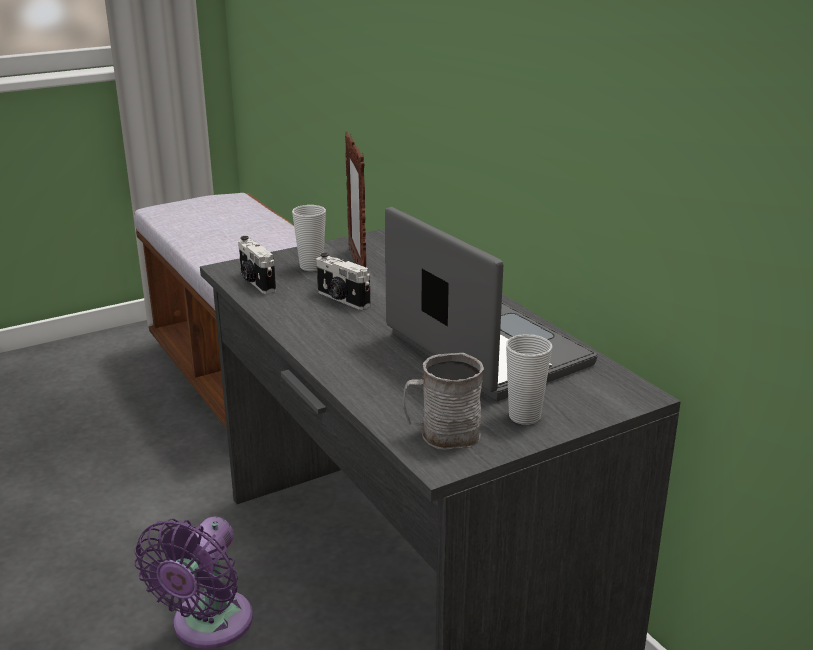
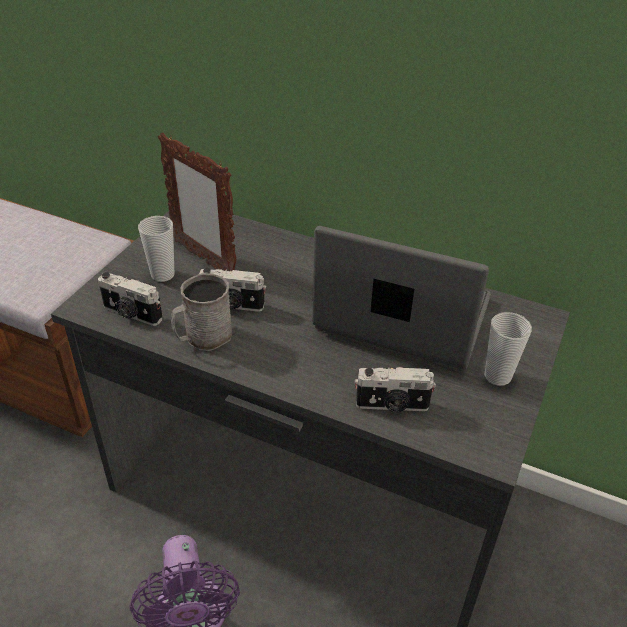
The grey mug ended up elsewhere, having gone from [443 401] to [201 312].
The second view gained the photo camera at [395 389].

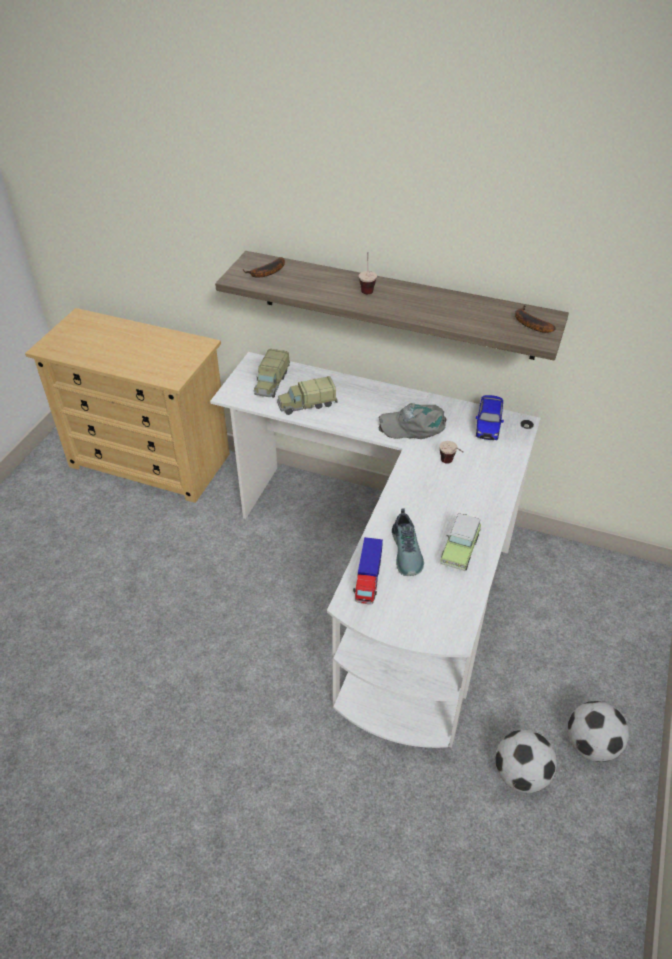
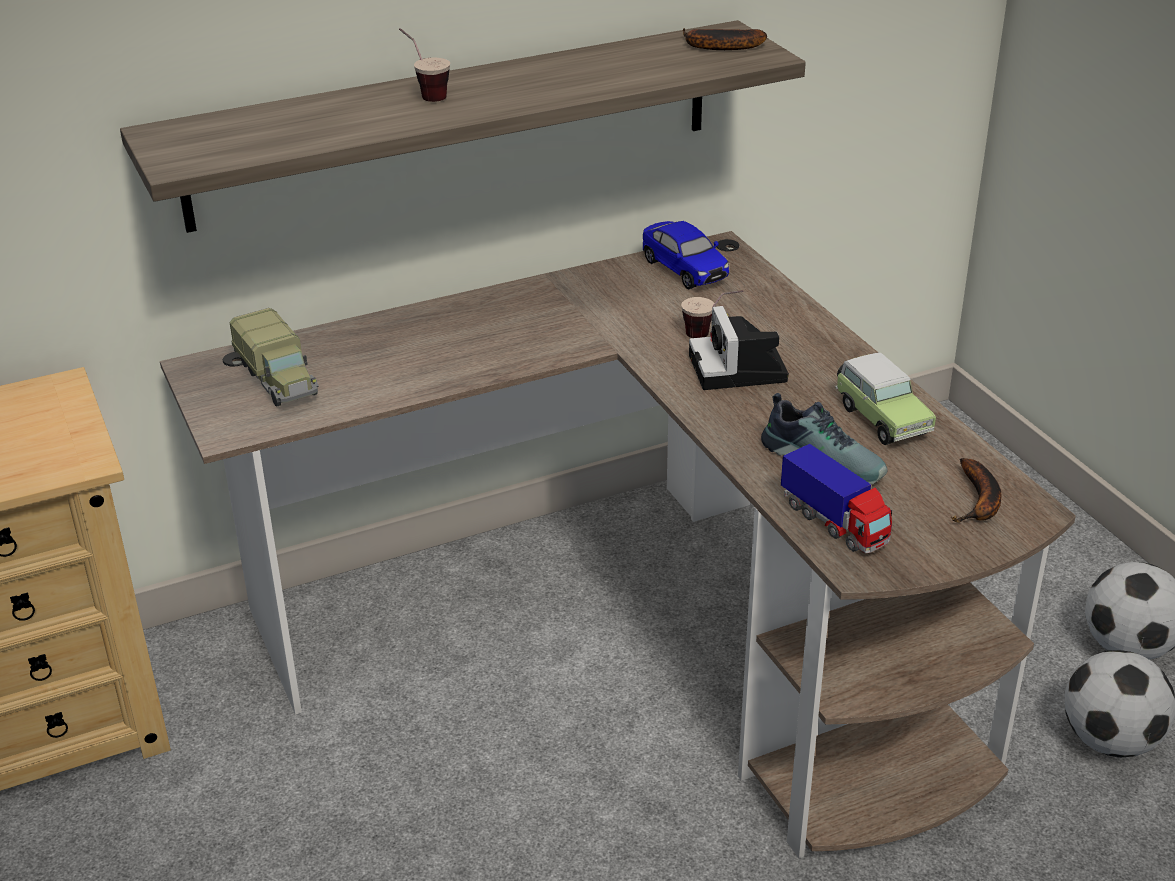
What was the white desk at [375 550] turned into the brown desk at [618 545].
The second view gained the photo camera at [739 348].
The banana ended up elsewhere, having gone from [264 267] to [976 490].
The second view lost the toy truck at [307 395].
The second view lost the grey cap at [412 421].

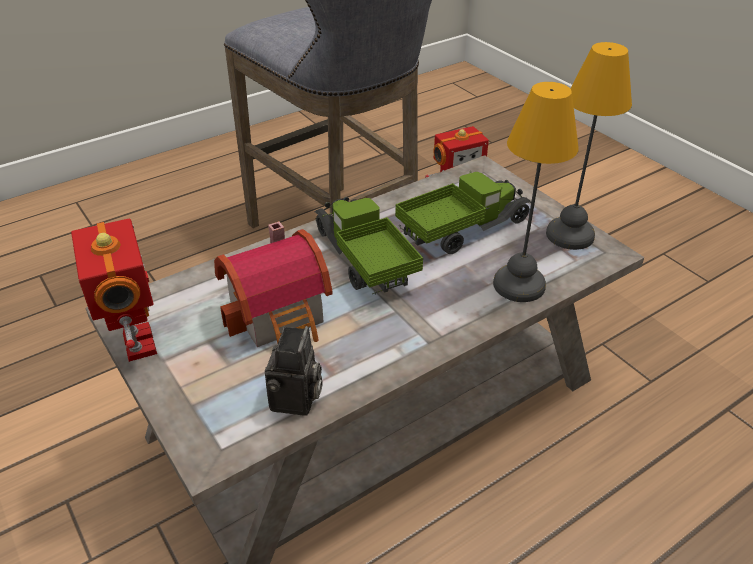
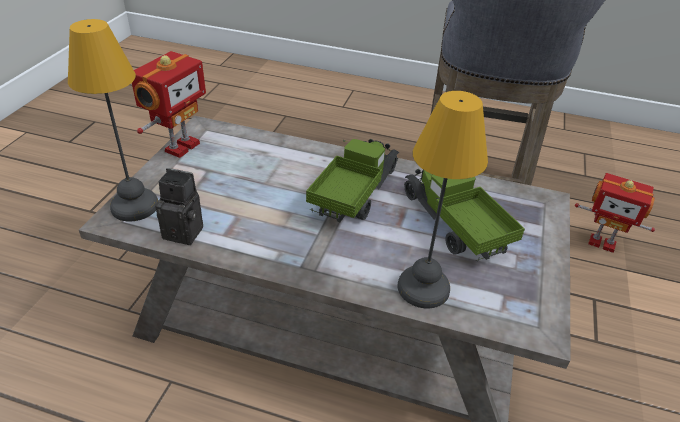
The table lamp ended up elsewhere, having gone from [589 146] to [113 120].
The photo camera at [294 371] ended up facing another way, 135 degrees counterclockwise from before.
The toy truck at [463 212] ended up facing another way, 135 degrees counterclockwise from before.
The second view lost the toy house at [273 284].

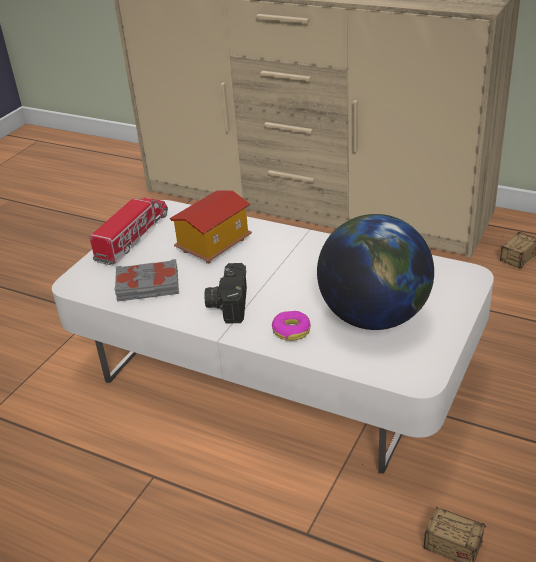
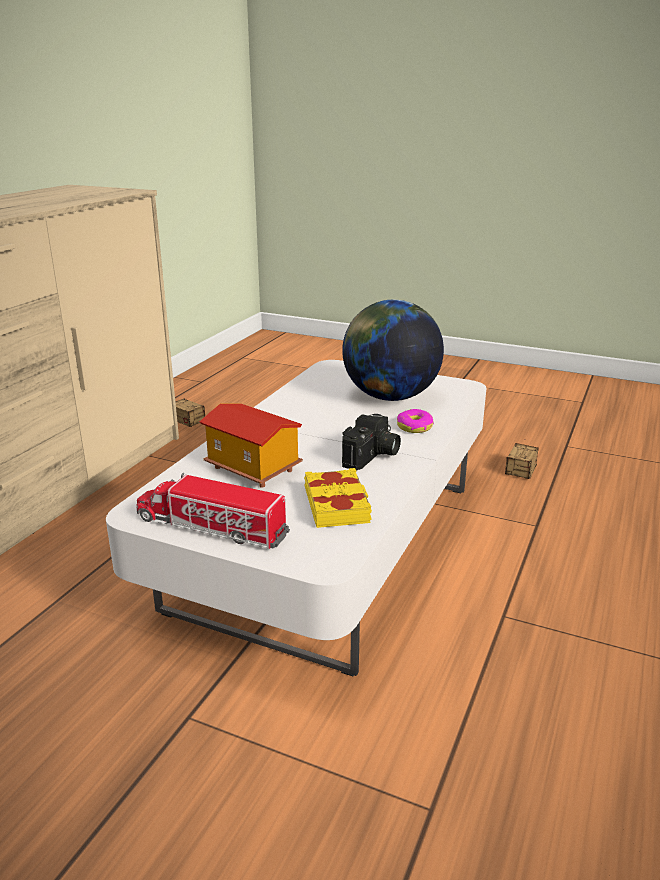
What was the grey book at [147 280] turned into the yellow book at [338 498].
The photo camera at [226 293] ended up facing another way, 60 degrees counterclockwise from before.

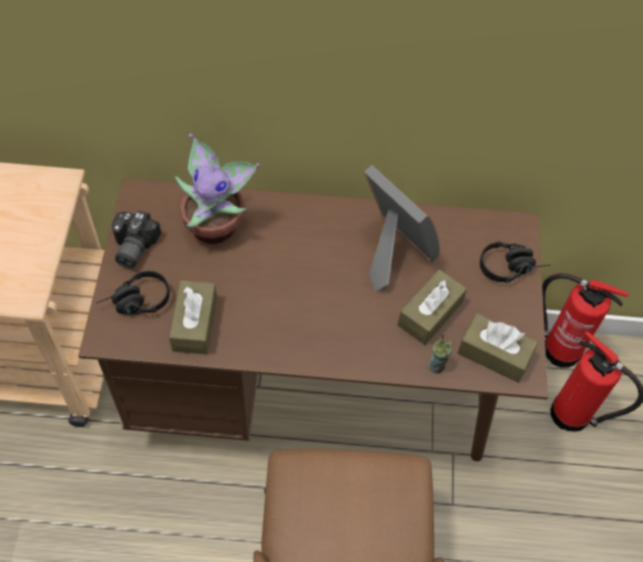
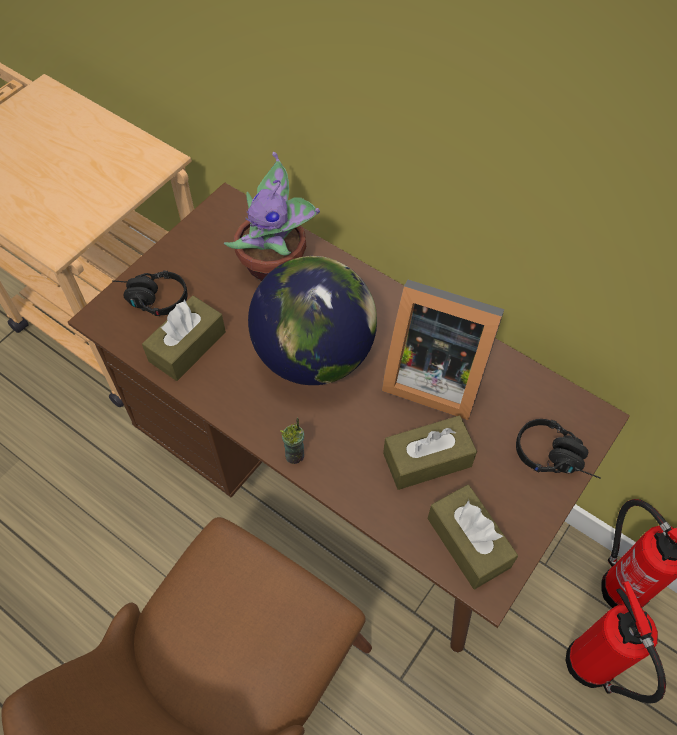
The second view gained the globe at [312 320].
The cup ended up elsewhere, having gone from [440 353] to [292 440].
The picture frame at [402 228] ended up facing another way, 120 degrees clockwise from before.
The second view lost the photo camera at [136 240].

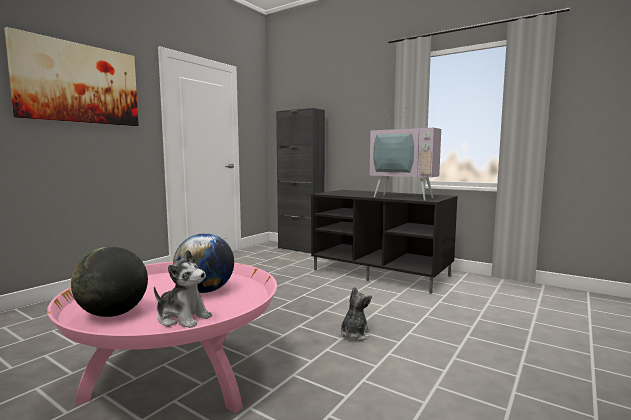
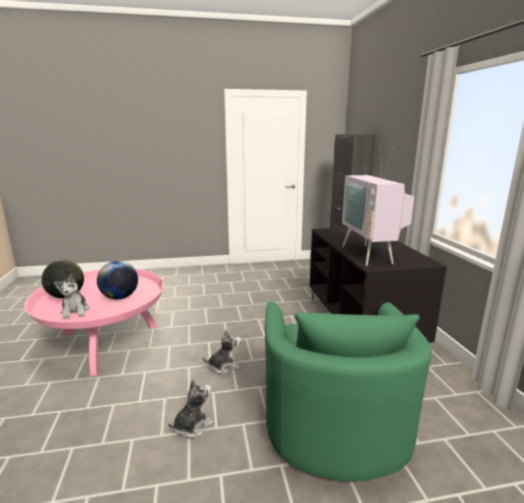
The second view gained the plush toy at [191 409].
The second view gained the green armchair at [348 391].
The second view lost the picture at [71 76].

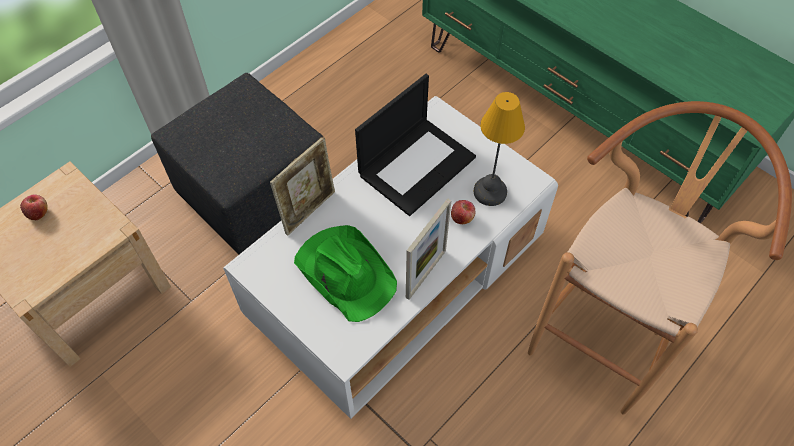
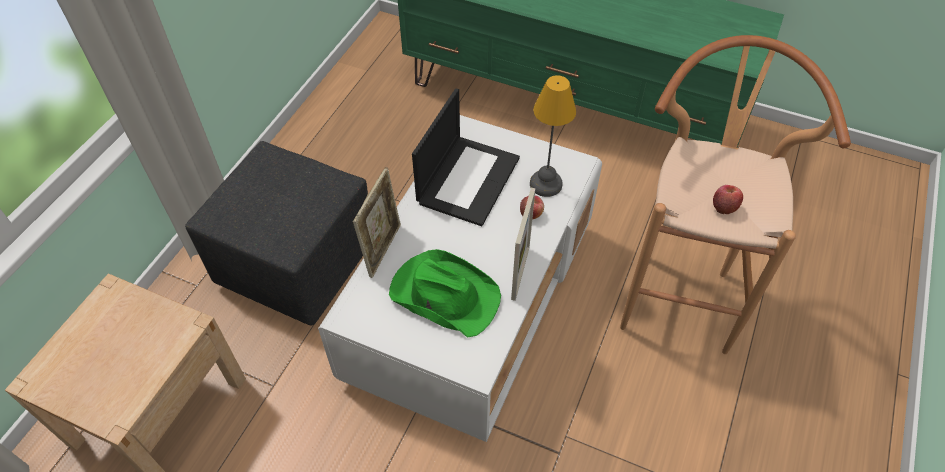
The apple ended up elsewhere, having gone from [34 207] to [728 199].

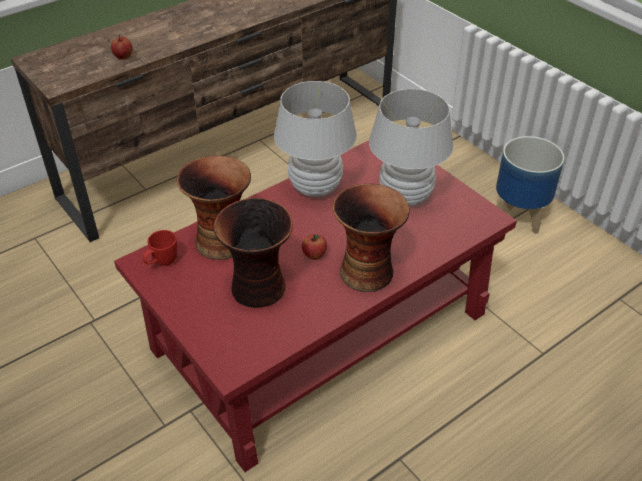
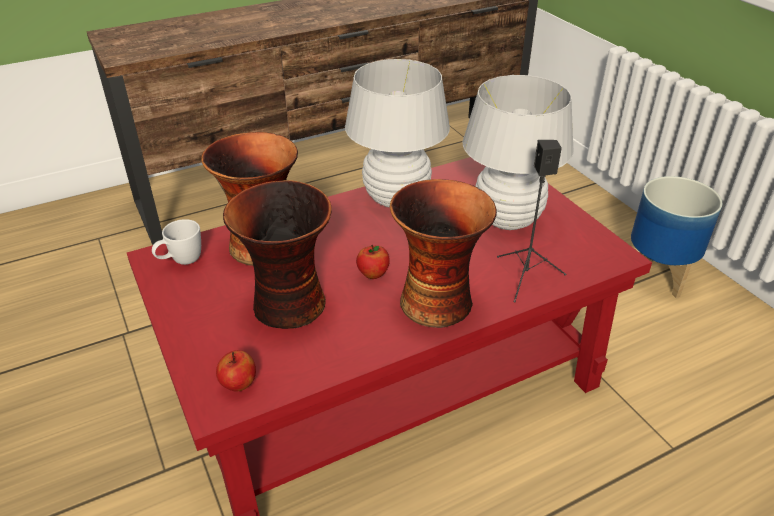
What was the red mug at [159 248] turned into the white mug at [176 242].
The apple ended up elsewhere, having gone from [121 47] to [236 371].
The second view gained the black speaker at [531 221].

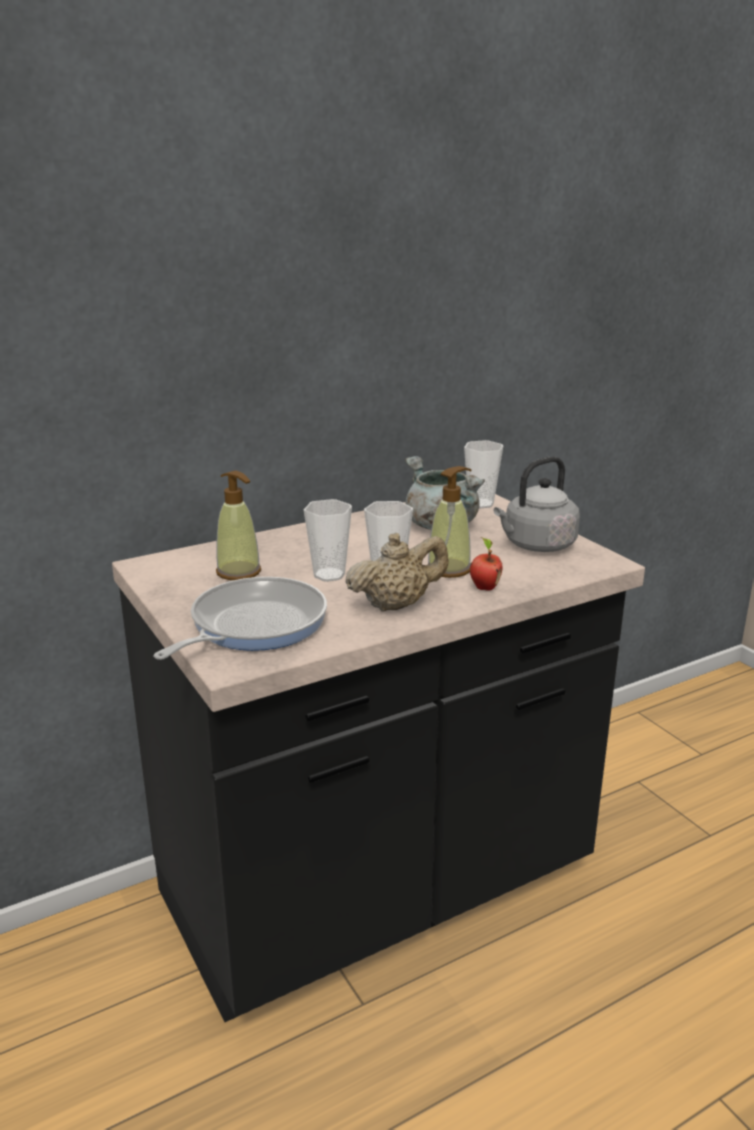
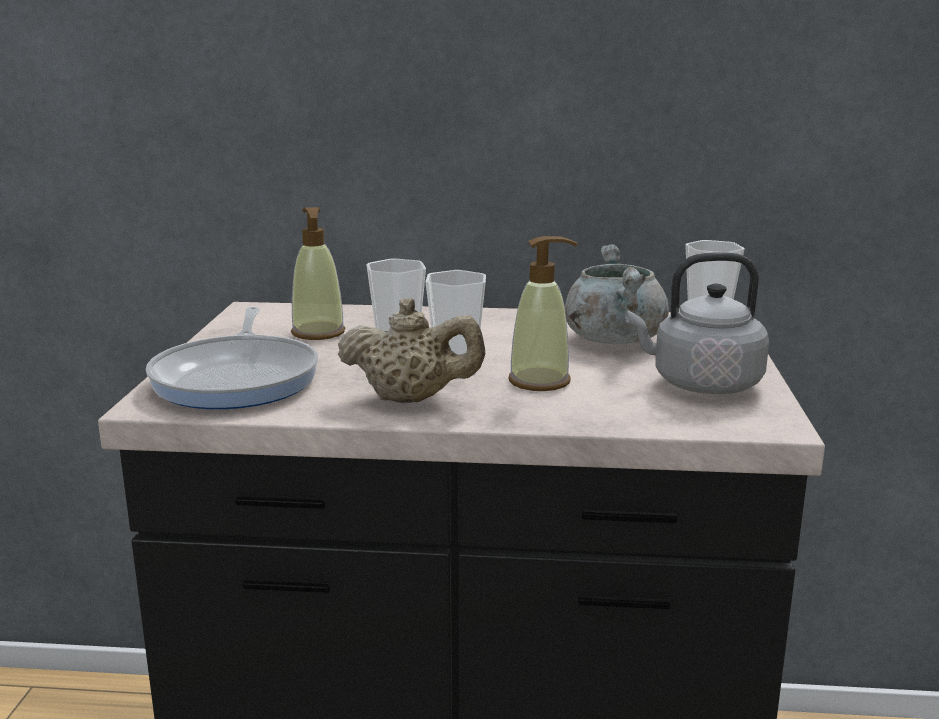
The frying pan at [240 618] ended up facing another way, 105 degrees clockwise from before.
The second view lost the apple at [486 564].

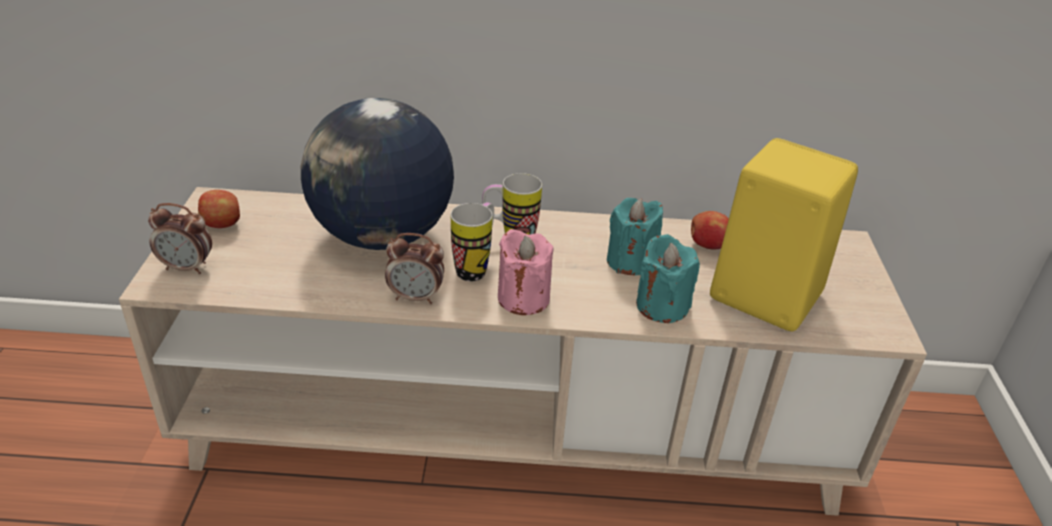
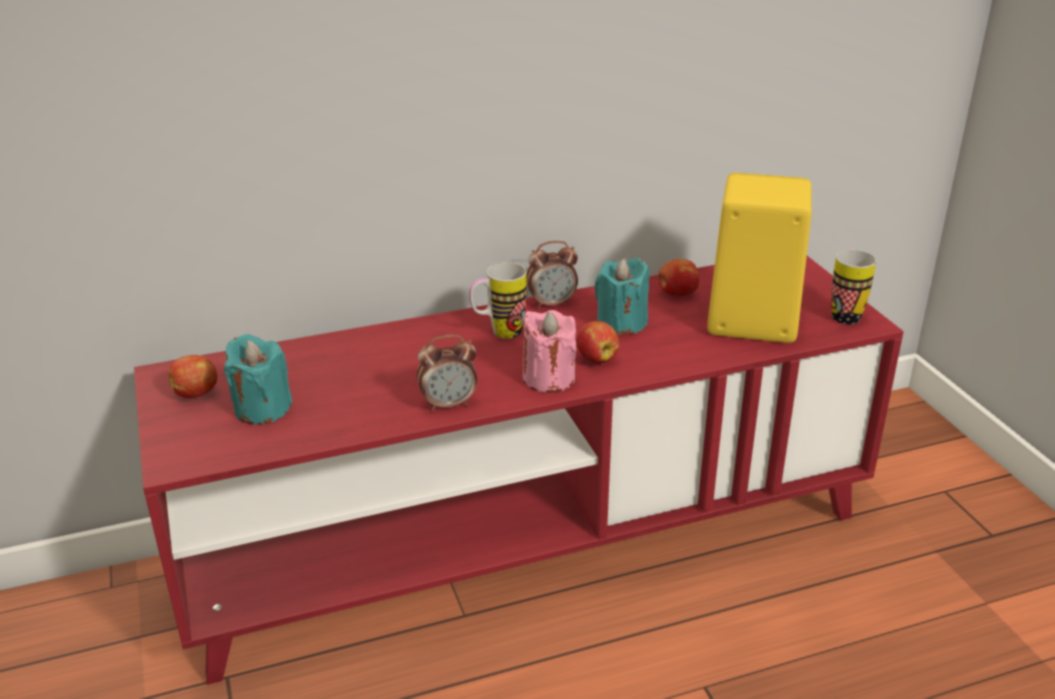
What was the beige tv stand at [523 351] turned into the red tv stand at [519 470].
The turquoise candle ended up elsewhere, having gone from [668 278] to [258 379].
The alarm clock ended up elsewhere, having gone from [180 238] to [552 275].
The second view gained the apple at [598 342].
The mug ended up elsewhere, having gone from [472 242] to [853 286].
The second view lost the globe at [377 174].

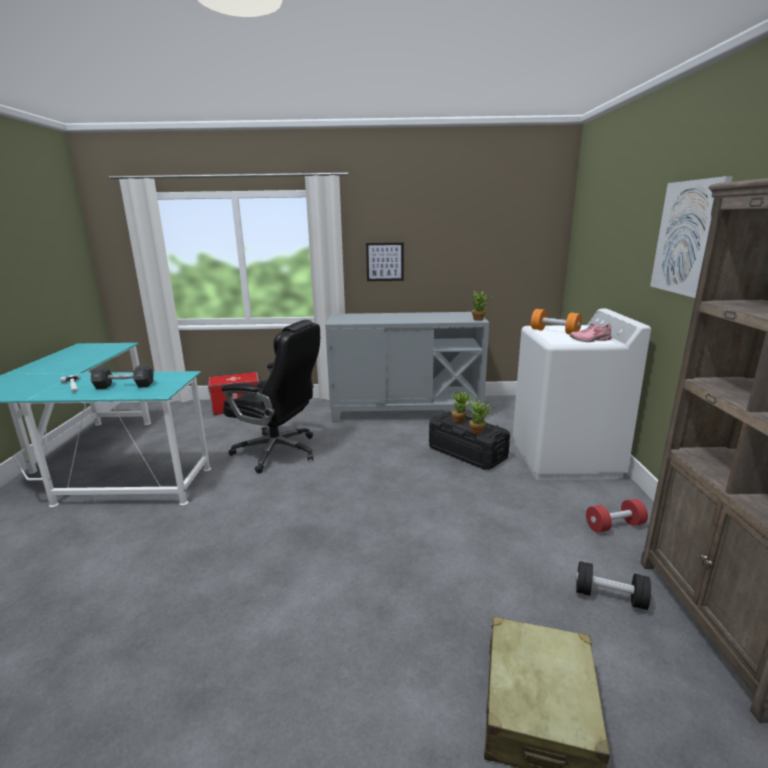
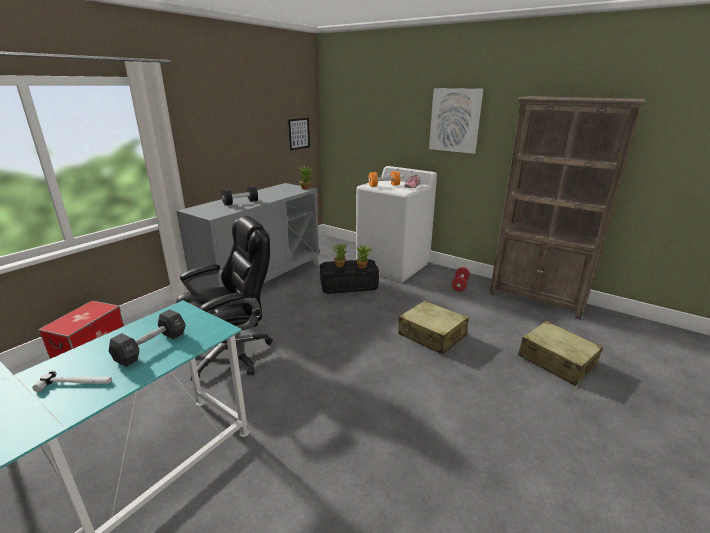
The black dumbbell ended up elsewhere, having gone from [613 585] to [239 196].
The picture ended up elsewhere, having gone from [385 261] to [299 134].
The second view gained the beige suitcase at [433 328].

